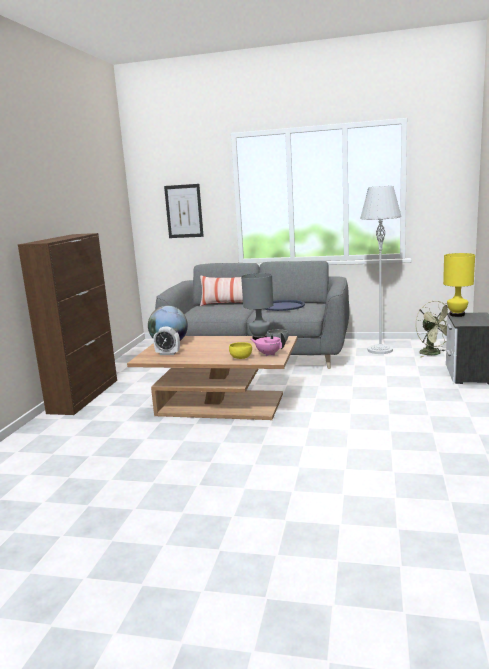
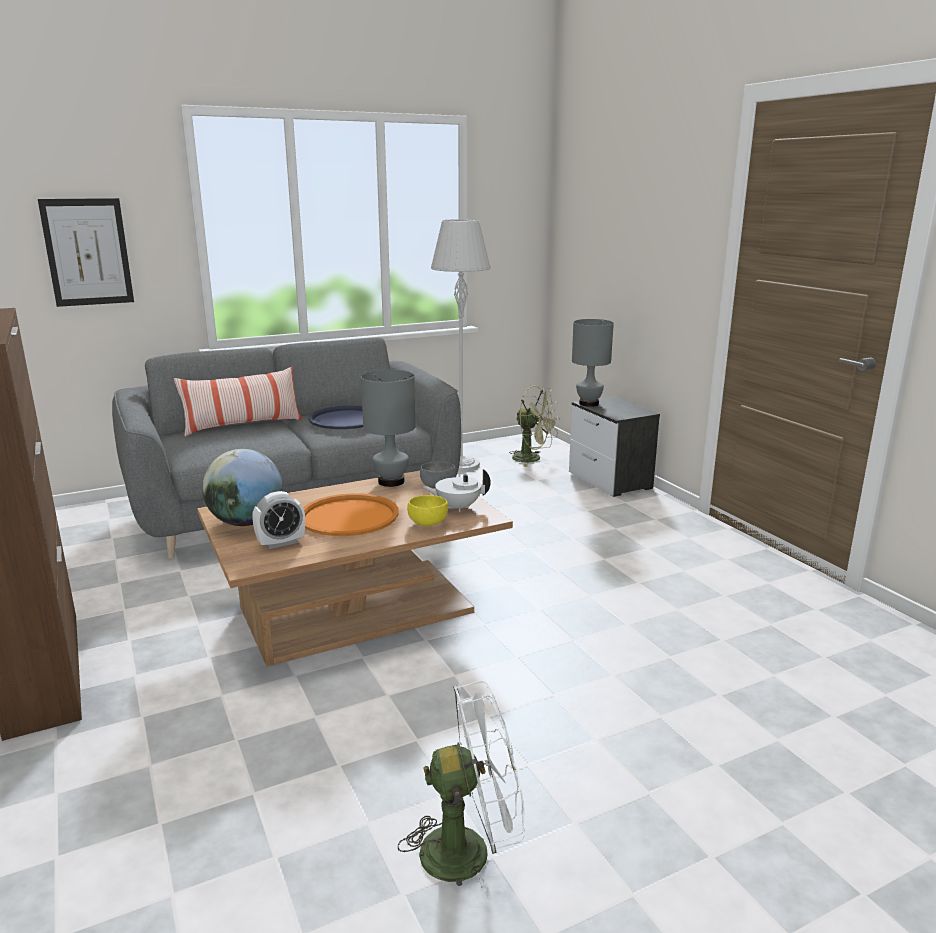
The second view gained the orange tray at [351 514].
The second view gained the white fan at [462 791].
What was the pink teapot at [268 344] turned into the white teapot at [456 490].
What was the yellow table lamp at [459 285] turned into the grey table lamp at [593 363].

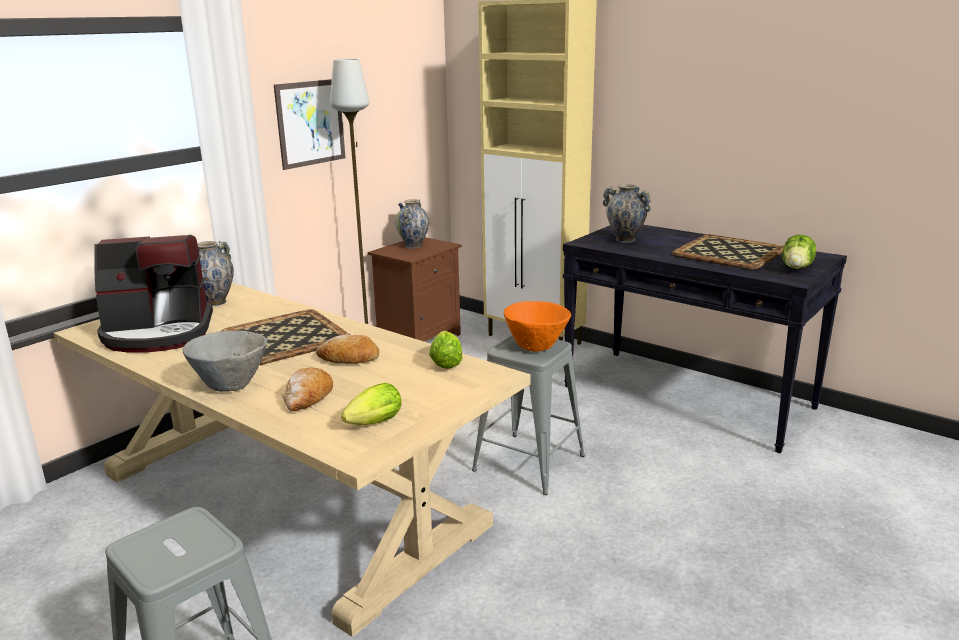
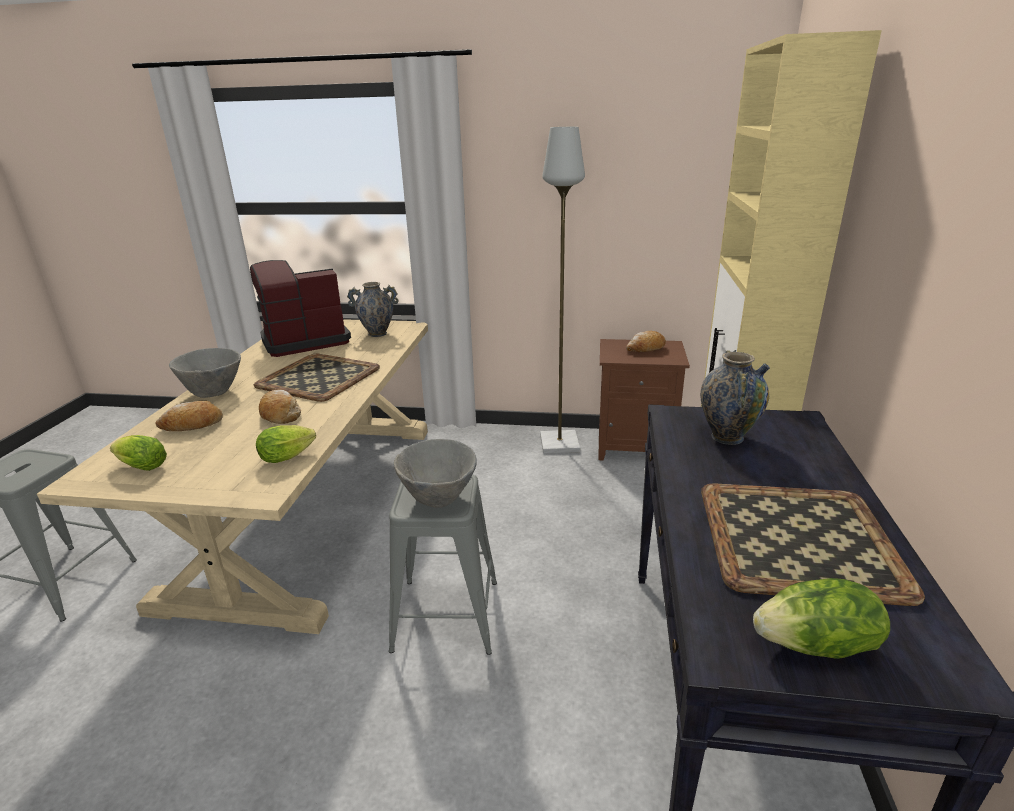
The coffee machine at [153 294] ended up facing another way, 105 degrees clockwise from before.
What was the orange bowl at [537 326] turned into the grey bowl at [435 473].
Where the vase stood at [412 224], the bread came to stand at [646 341].
The second view lost the picture at [310 124].

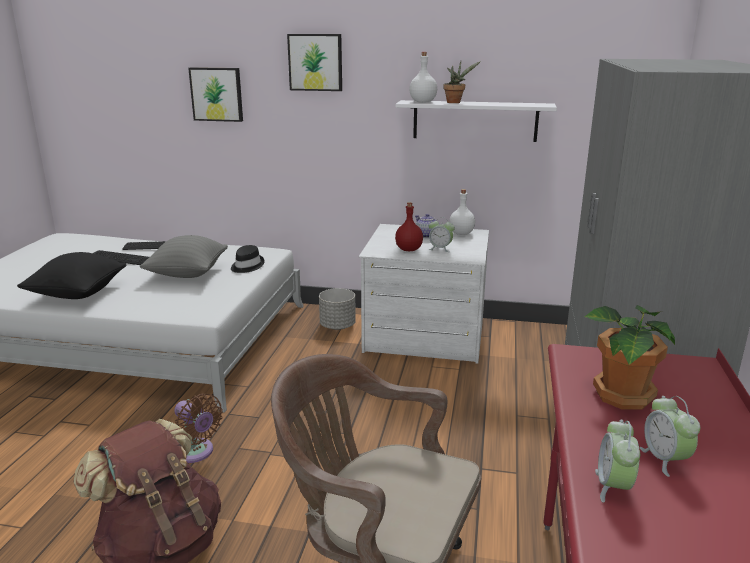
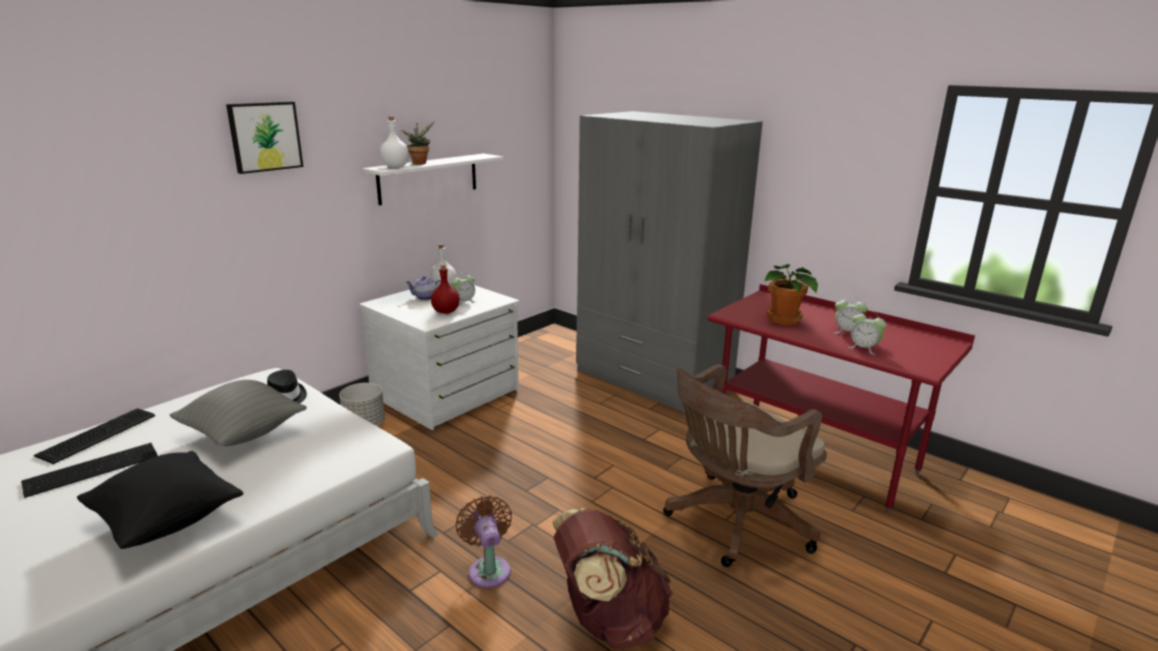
The brown fan at [199 428] ended up facing another way, 90 degrees counterclockwise from before.
The second view lost the picture at [215 94].

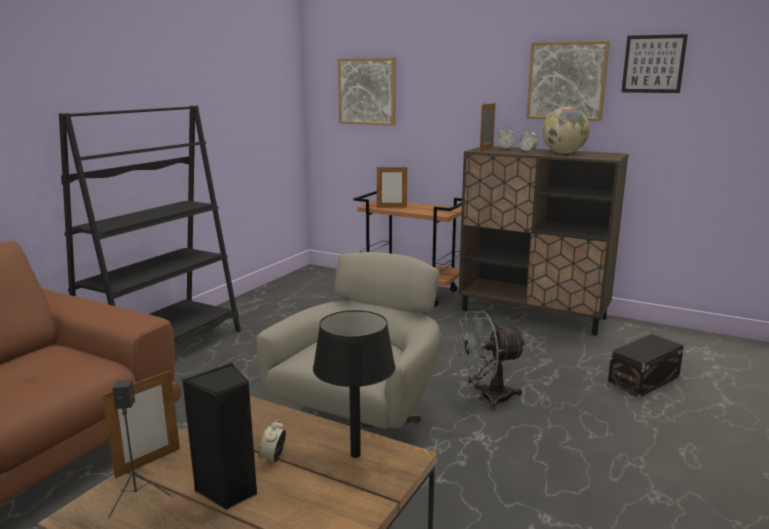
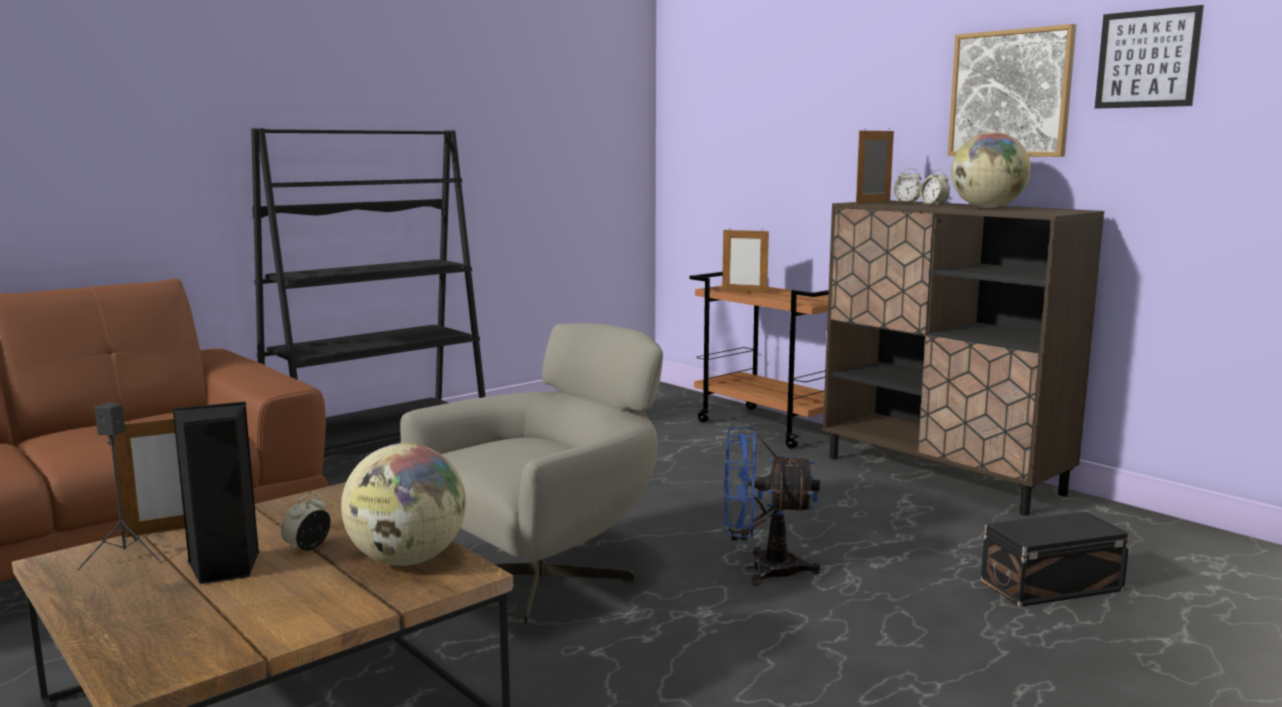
Where the black table lamp stood at [354 384], the globe came to stand at [403 504].
What was the grey fan at [491 360] turned into the blue fan at [772 506].
The second view lost the picture at [367 92].

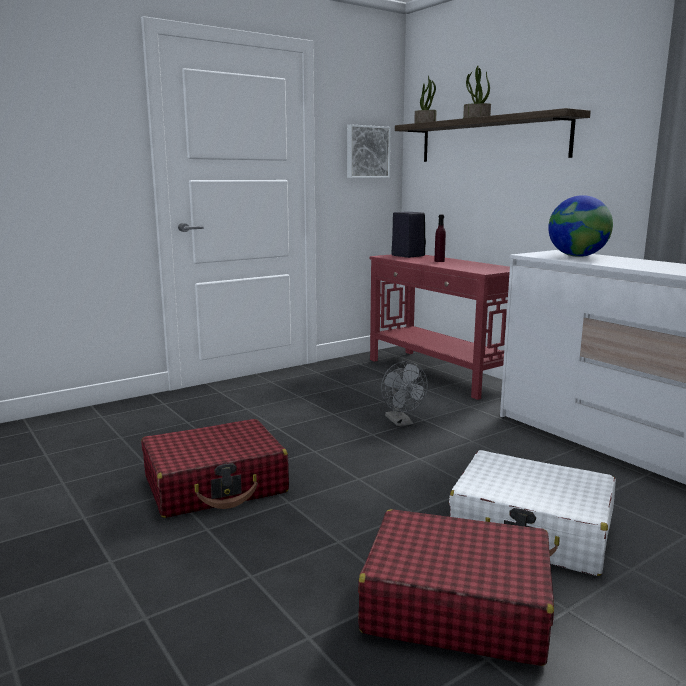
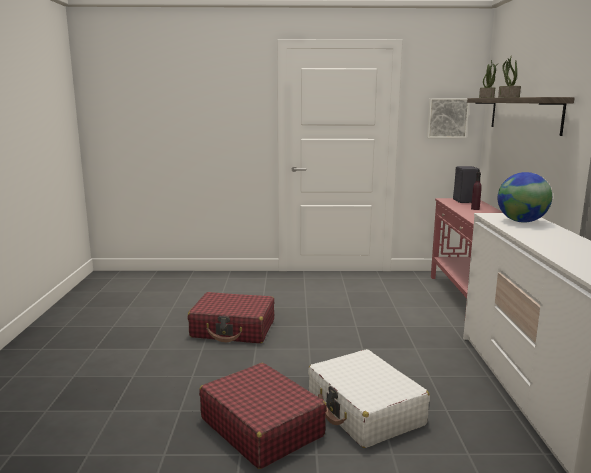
The second view lost the grey fan at [404 393].

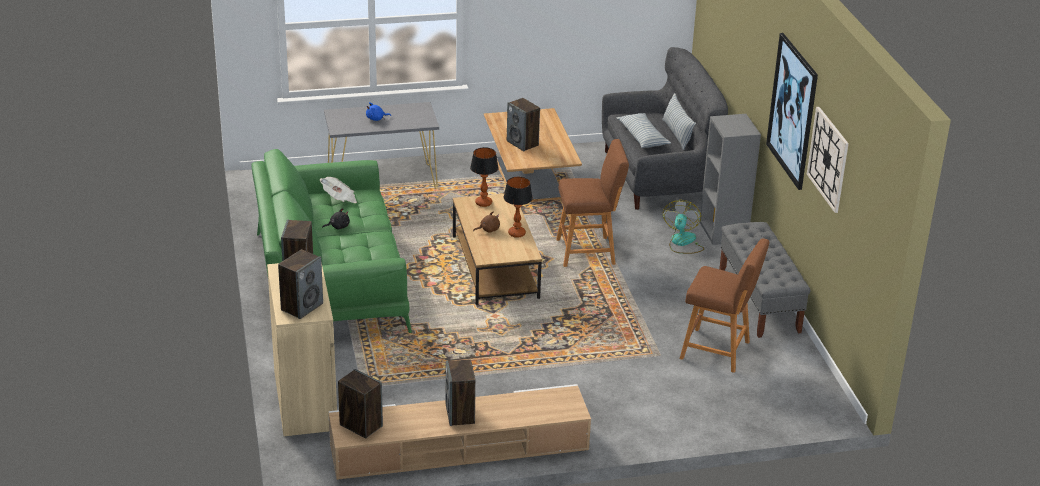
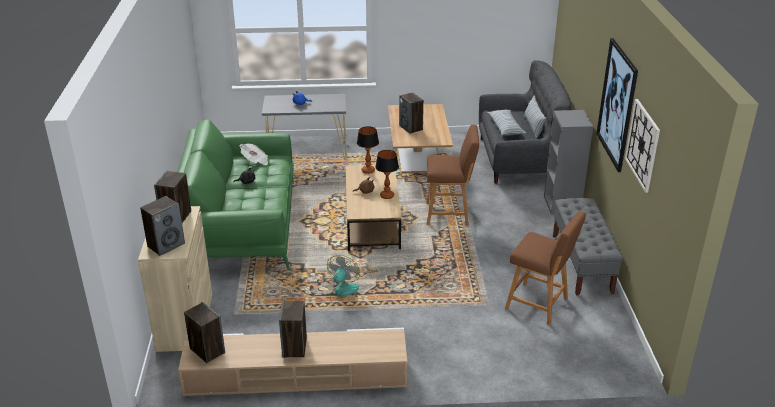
The fan ended up elsewhere, having gone from [683 227] to [343 280].

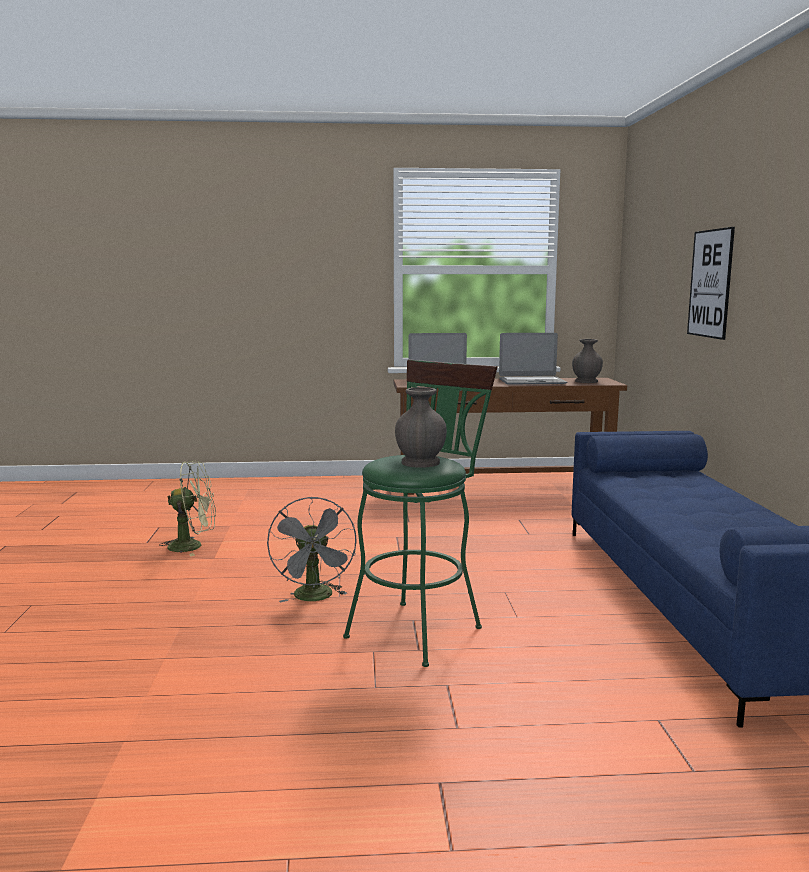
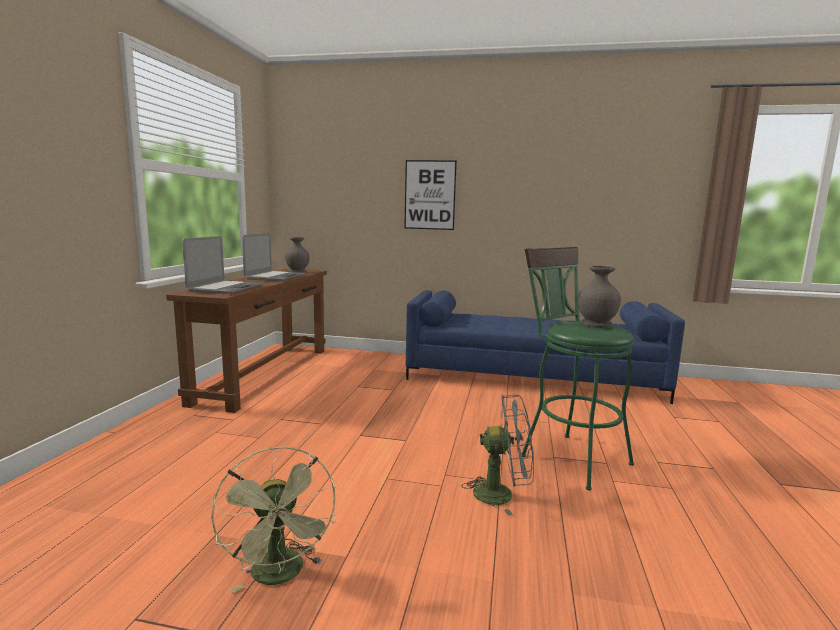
The green fan at [187 508] ended up facing another way, 150 degrees clockwise from before.

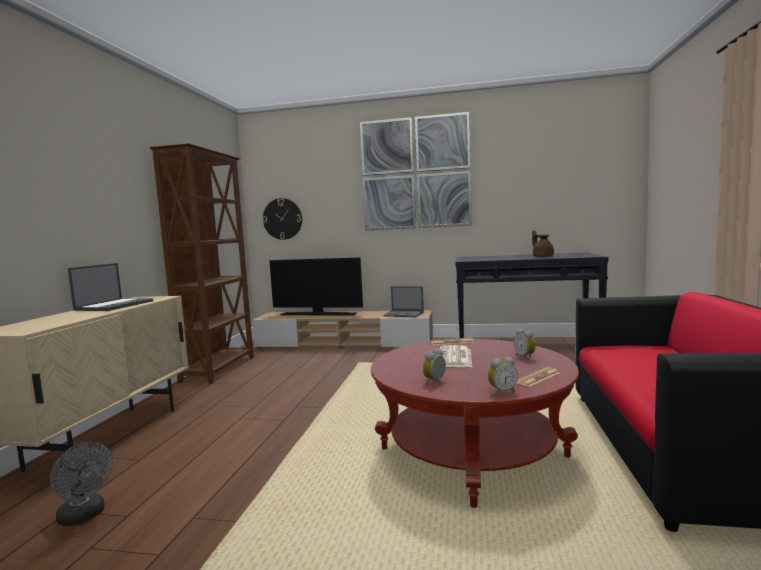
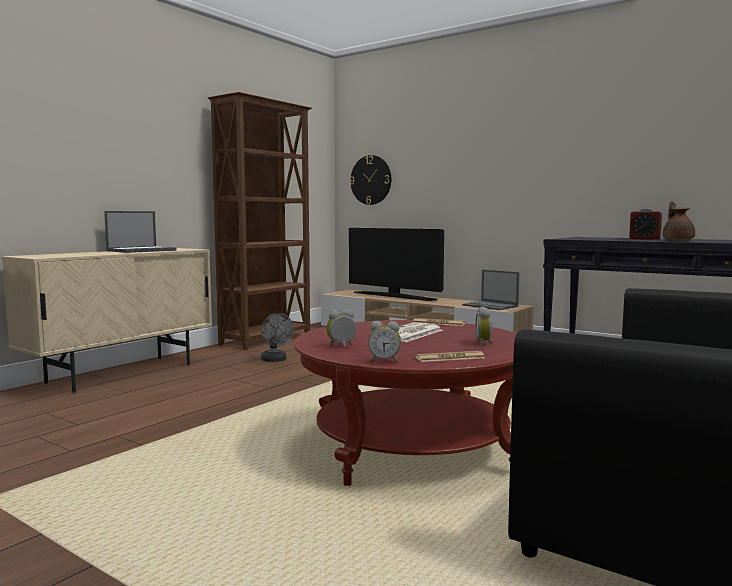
The grey fan ended up elsewhere, having gone from [81 484] to [277 337].
The second view gained the alarm clock at [646 224].
The second view lost the picture at [416 171].

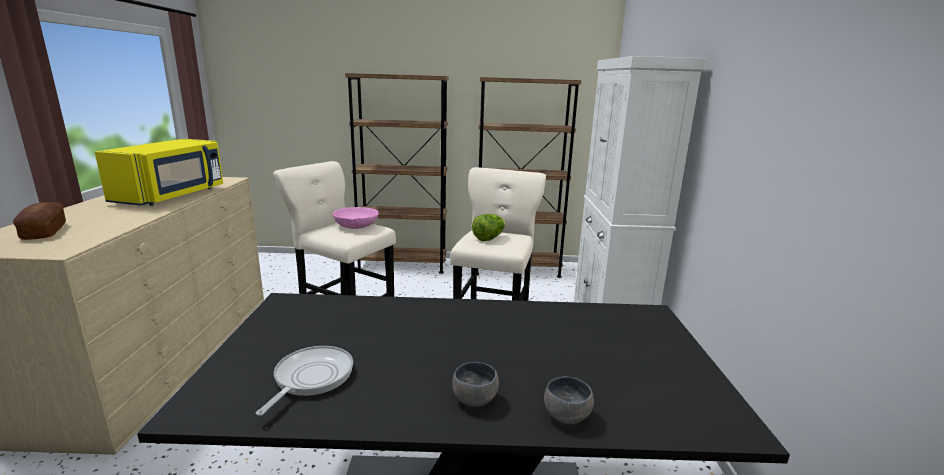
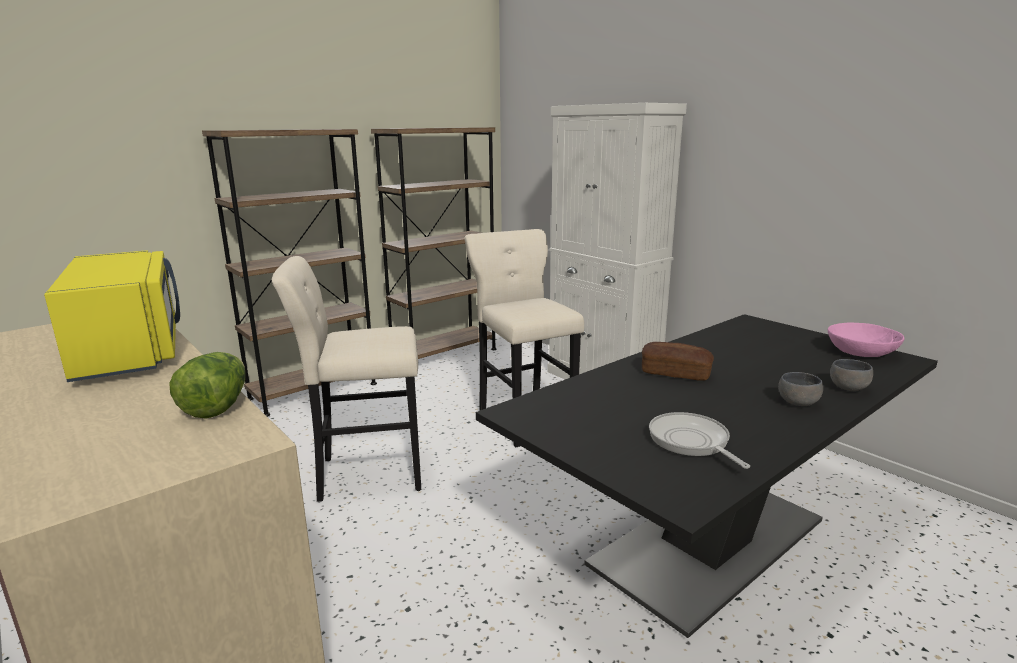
The lettuce ended up elsewhere, having gone from [489 227] to [207 385].
The bread ended up elsewhere, having gone from [39 221] to [678 361].
The pink bowl ended up elsewhere, having gone from [356 218] to [866 340].

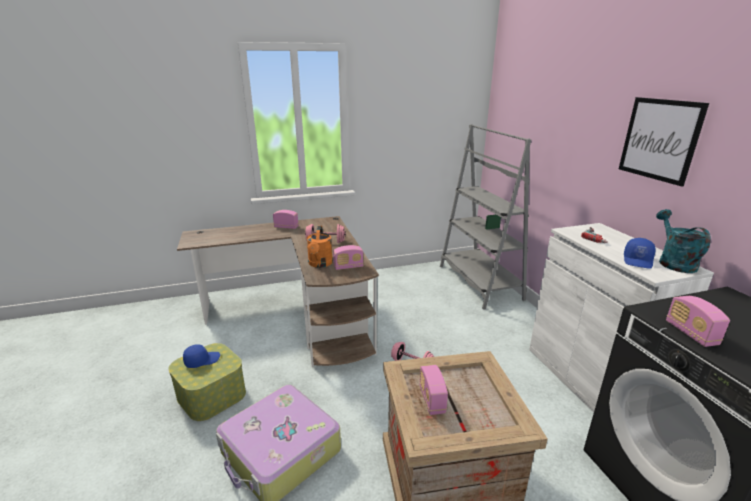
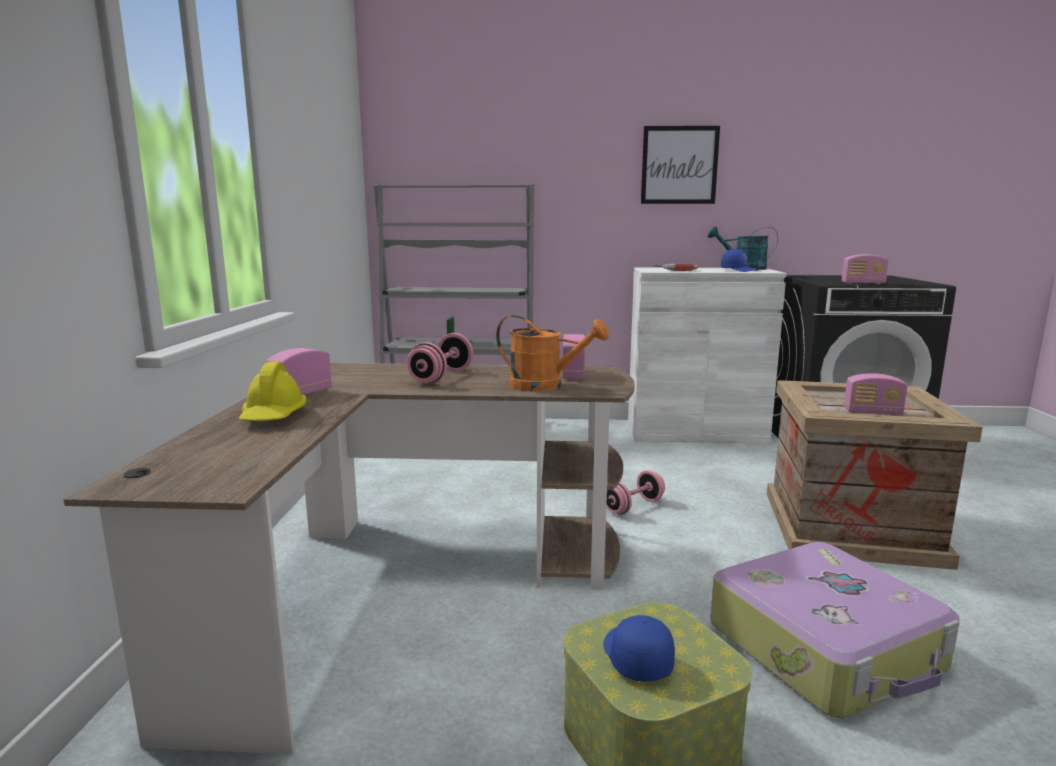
The second view gained the yellow hard hat at [272 391].

